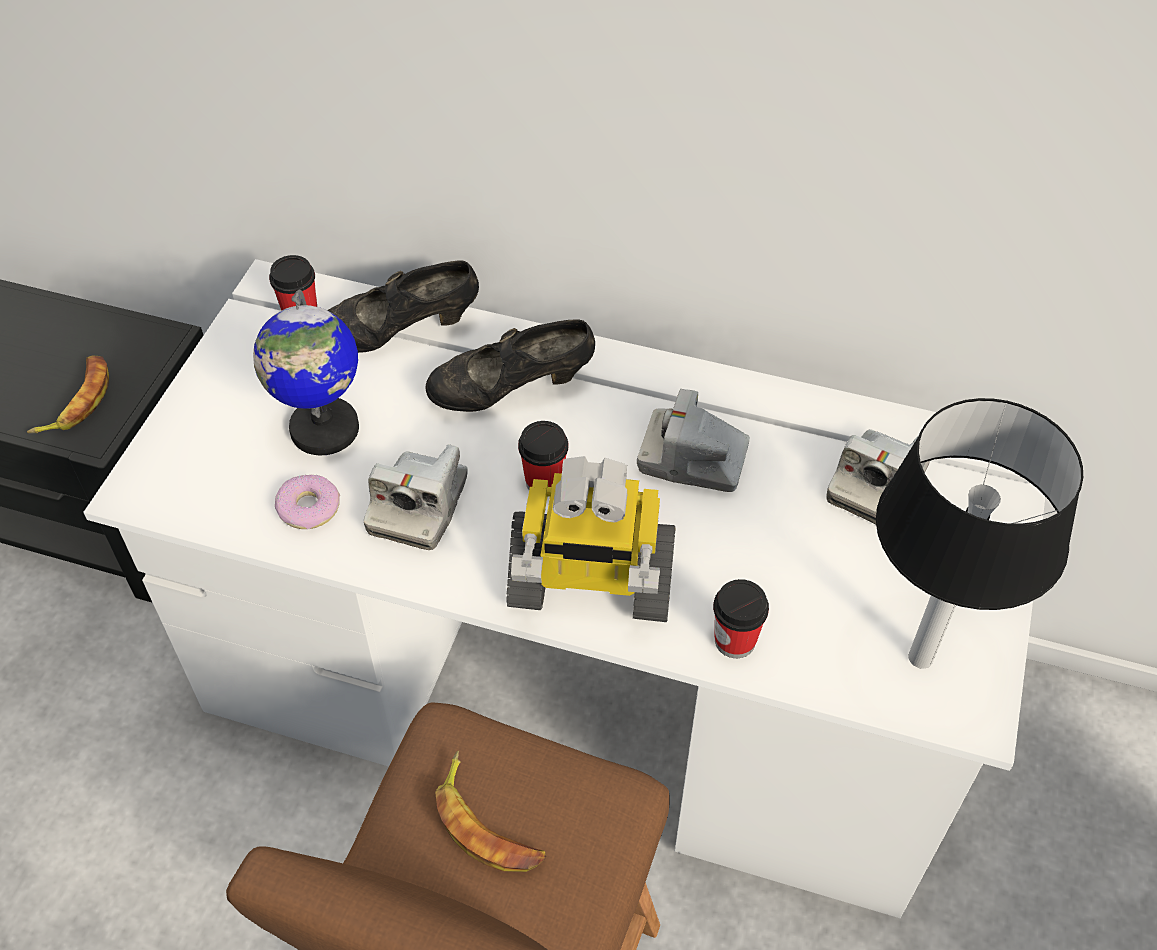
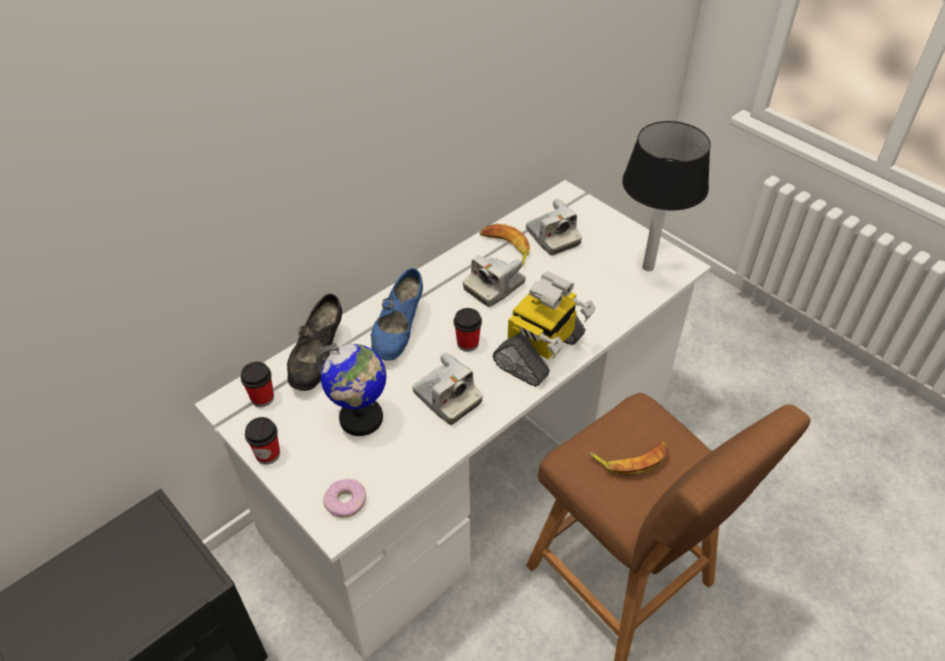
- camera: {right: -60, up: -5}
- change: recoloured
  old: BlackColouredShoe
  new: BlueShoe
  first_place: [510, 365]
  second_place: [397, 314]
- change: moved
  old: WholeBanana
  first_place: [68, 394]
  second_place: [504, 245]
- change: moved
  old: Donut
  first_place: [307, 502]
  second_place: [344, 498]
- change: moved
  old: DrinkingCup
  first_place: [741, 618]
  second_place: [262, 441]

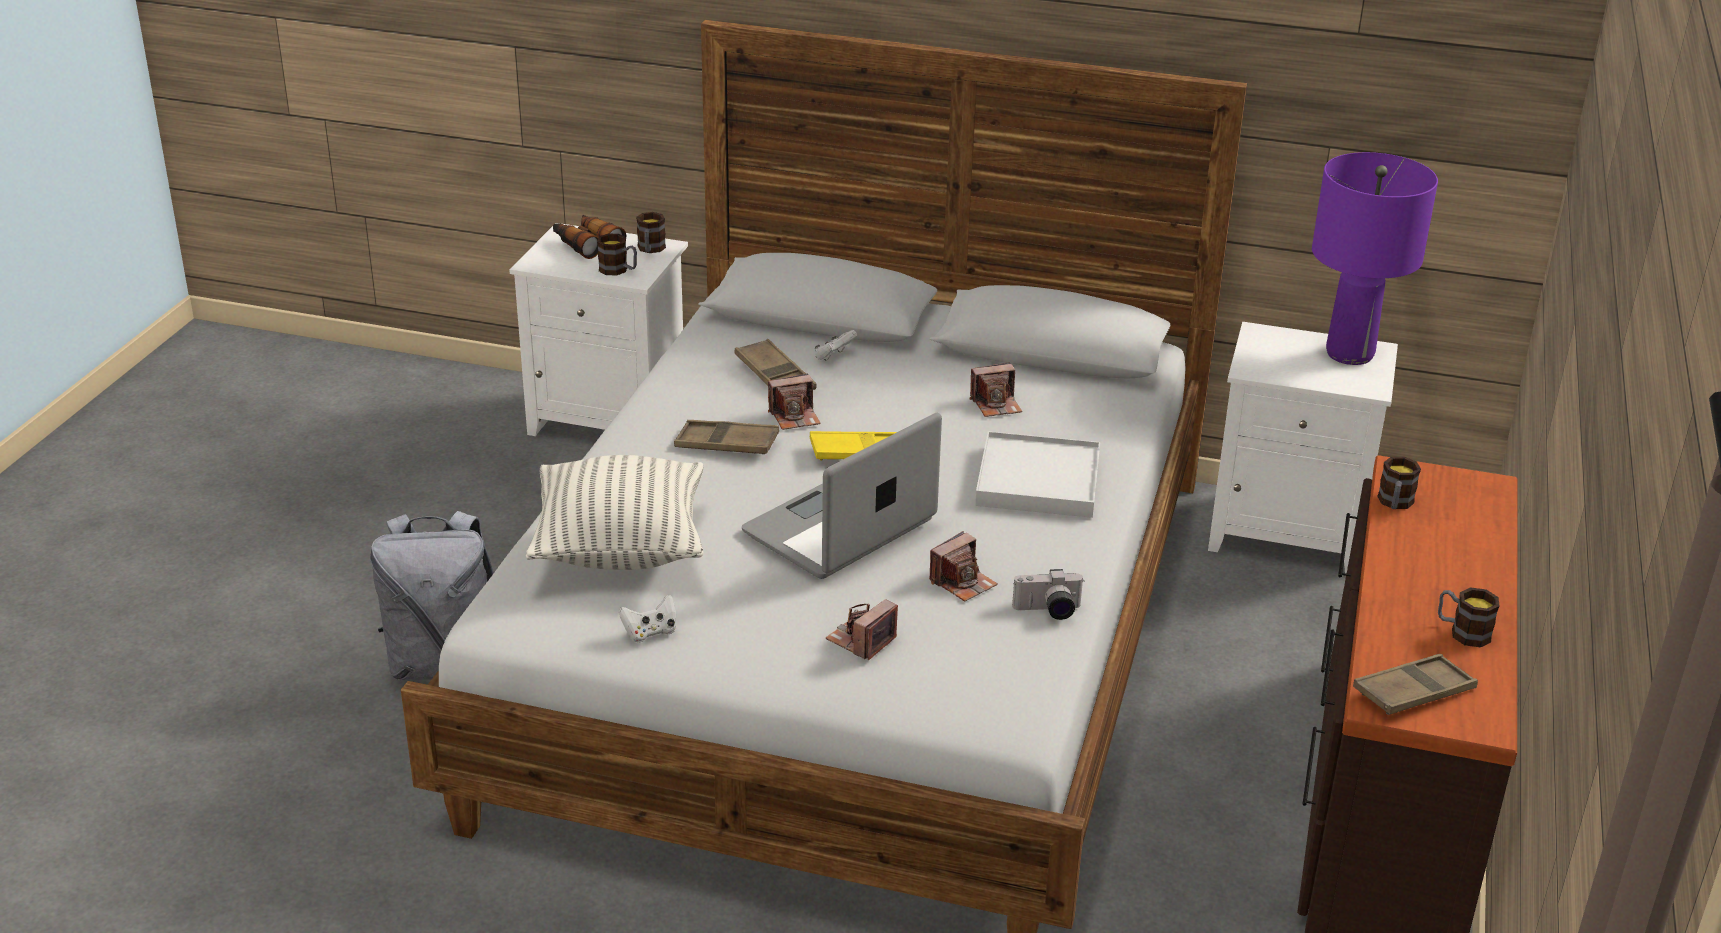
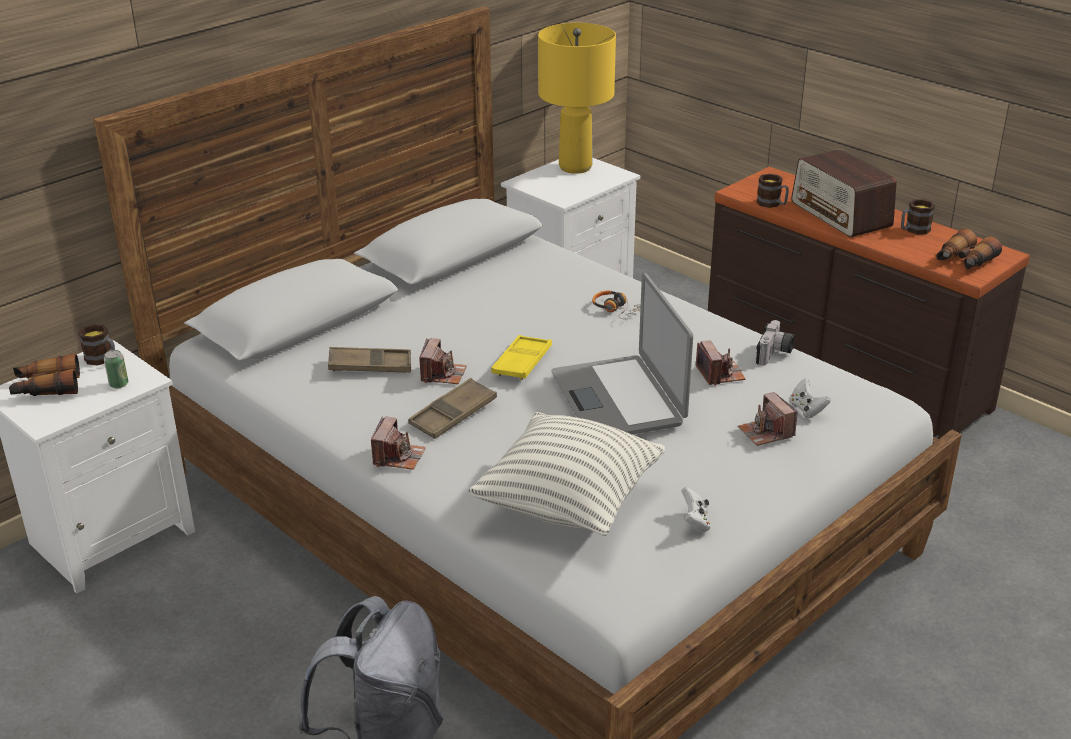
- camera: {right: -60, up: 0}
- change: recoloured
  old: PurpleTabletopLamp
  new: YellowColouredTabletopLamp
  first_place: [1375, 258]
  second_place: [577, 98]
- change: replaced
  old: CoffeeMug
  new: MetalCan
  first_place: [617, 254]
  second_place: [116, 369]
- change: moved
  old: WhiteColouredGameController
  first_place: [836, 345]
  second_place: [809, 398]
- change: moved
  old: PhotoCamera
  first_place: [996, 389]
  second_place: [398, 443]
- change: replaced
  old: WhiteColouredTray
  new: Headphones
  first_place: [1037, 474]
  second_place: [616, 304]
- change: replaced
  old: BrownColouredTray
  new: PairOfBinoculars
  first_place: [1415, 684]
  second_place: [969, 249]
- change: added
  new: Radio
  second_place: [843, 193]

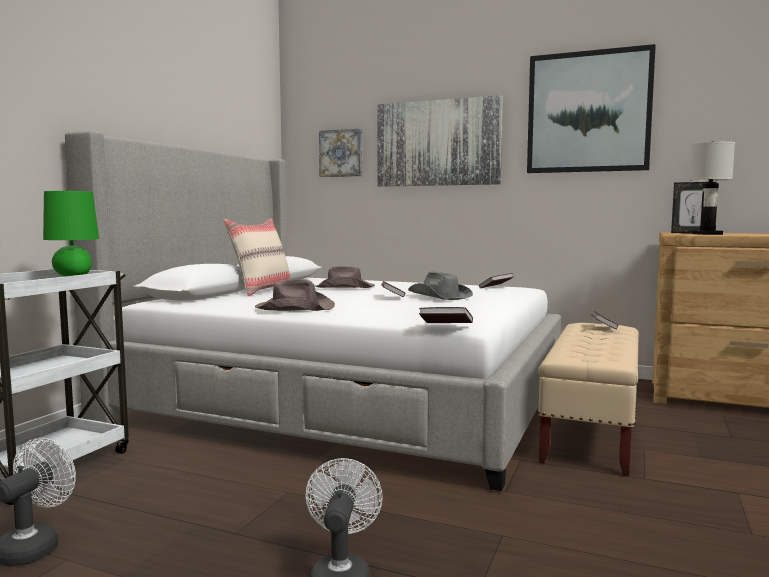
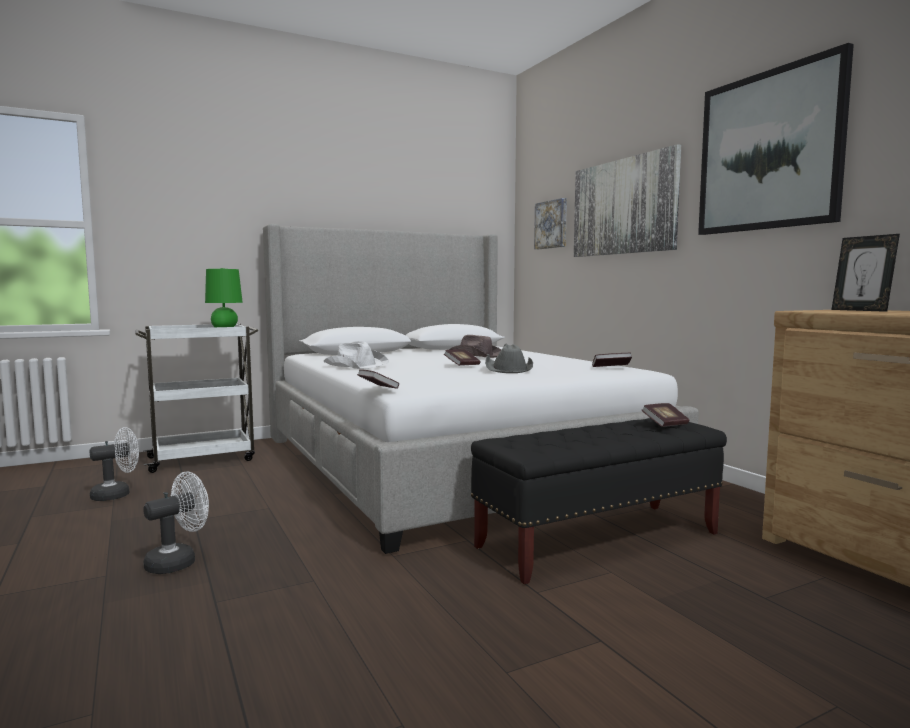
- camera: {right: 40, up: 0}
- change: removed
  old: WhiteColouredTabletopLamp
  first_place: [712, 188]
- change: removed
  old: BeigePillow
  first_place: [257, 257]
- change: recoloured
  old: BrownColouredWearableHat
  new: WhiteColouredWearableHat
  first_place: [295, 295]
  second_place: [356, 355]
- change: recoloured
  old: BeigeBench
  new: BlackColouredBench
  first_place: [588, 399]
  second_place: [599, 501]

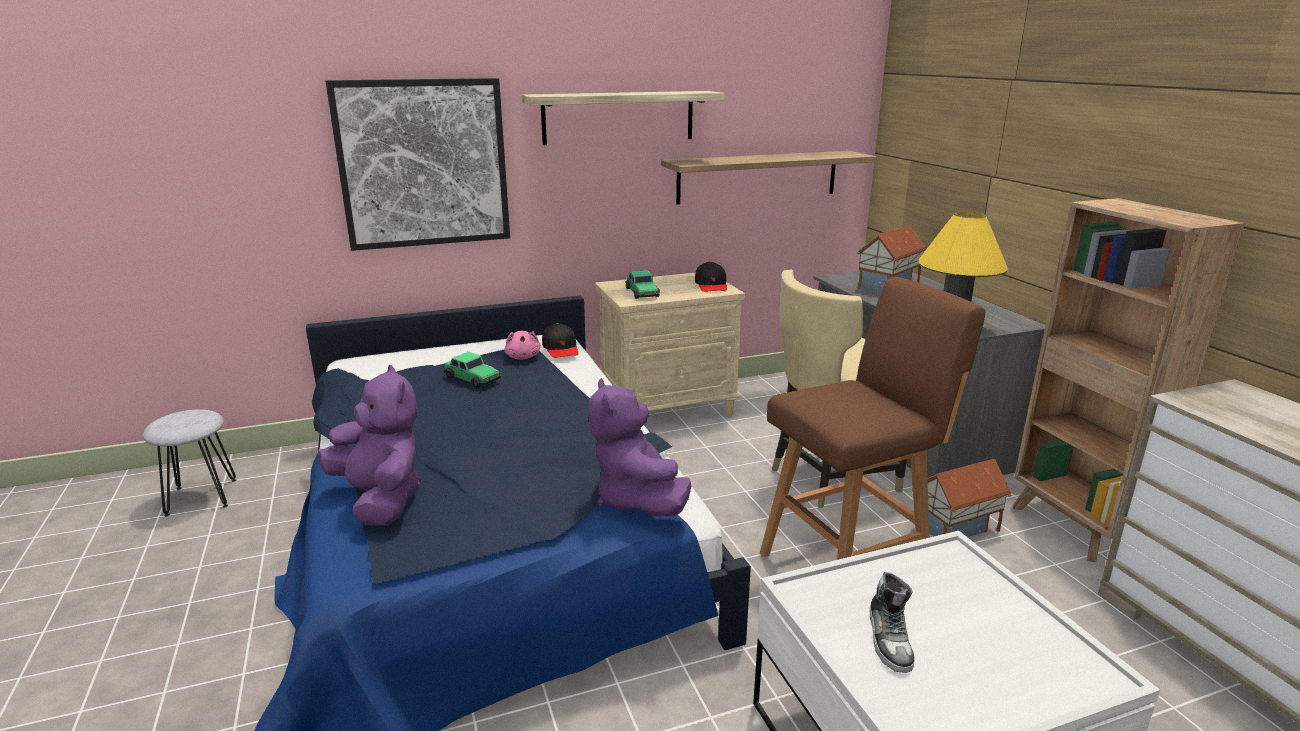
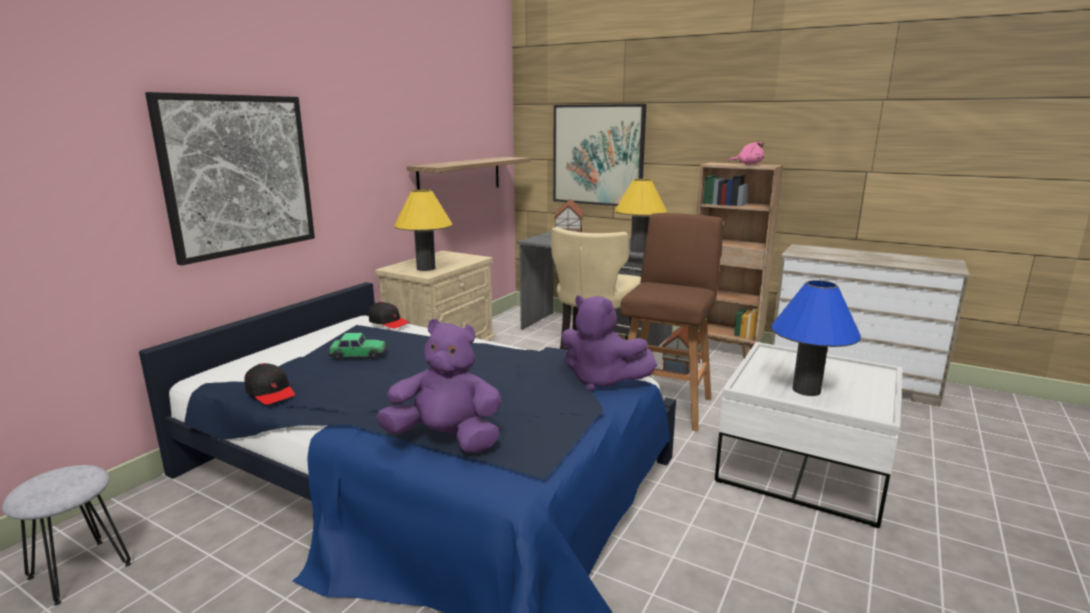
- camera: {right: -40, up: -5}
- change: removed
  old: WallShelf
  first_place: [623, 118]
- change: moved
  old: BlackColouredBaseballCap
  first_place: [711, 276]
  second_place: [269, 384]
- change: replaced
  old: ToyCar
  new: YellowColouredTabletopLamp
  first_place: [642, 284]
  second_place: [423, 230]
- change: moved
  old: PinkishPlushToy
  first_place: [522, 345]
  second_place: [746, 153]
- change: replaced
  old: Shoe
  new: BlueTabletopLamp
  first_place: [892, 622]
  second_place: [816, 338]
- change: added
  new: WallArt
  second_place: [600, 155]

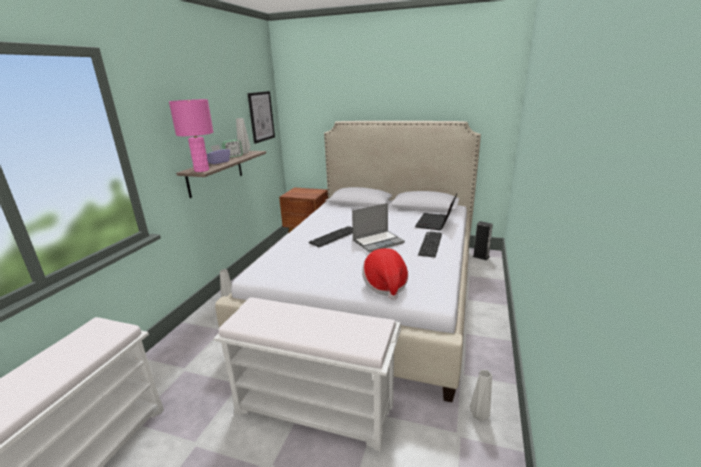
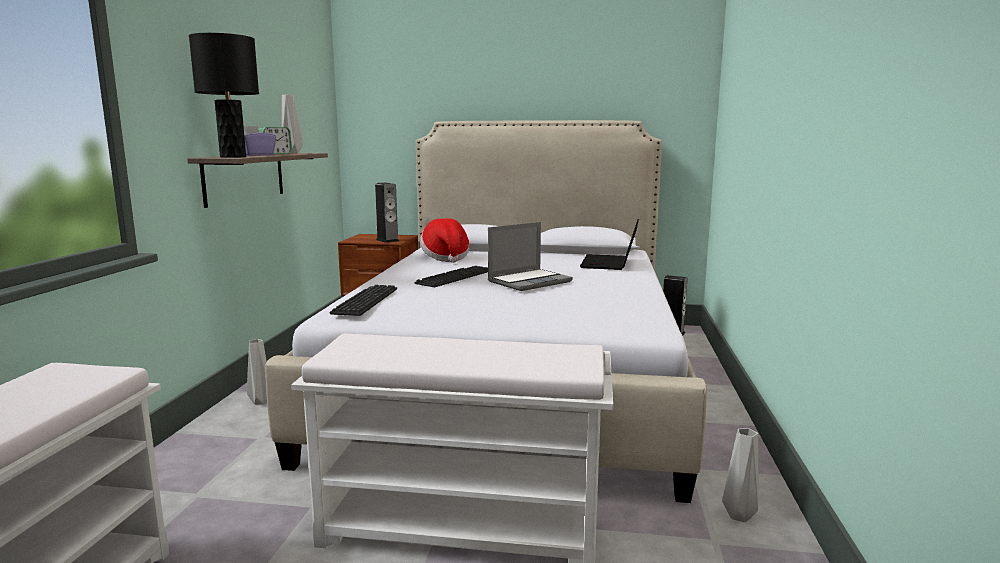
- camera: {right: -10, up: -10}
- change: removed
  old: WallArt
  first_place: [261, 117]
- change: recoloured
  old: PinkishTabletopLamp
  new: BlackColouredTabletopLamp
  first_place: [191, 135]
  second_place: [224, 95]
- change: moved
  old: ComputerKeyboard
  first_place: [430, 244]
  second_place: [363, 300]
- change: moved
  old: WearableHat
  first_place: [385, 274]
  second_place: [445, 240]
- change: added
  new: Loudspeaker
  second_place: [387, 213]

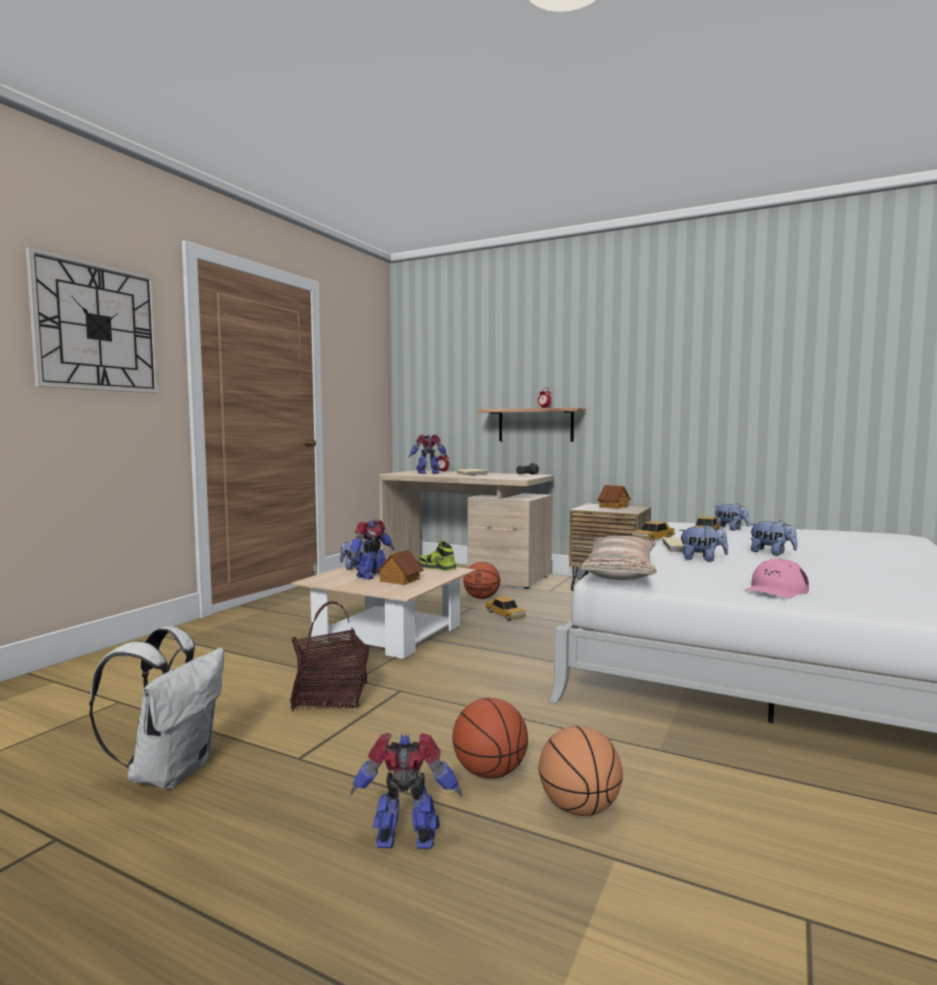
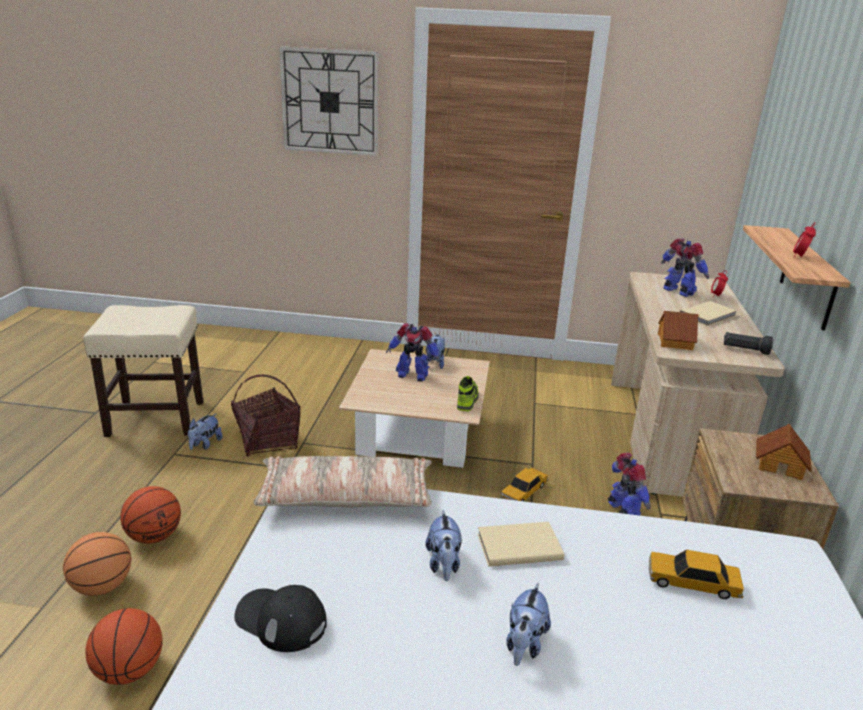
- camera: {right: 70, up: 20}
- change: moved
  old: PlushToy
  first_place: [732, 517]
  second_place: [205, 431]
- change: removed
  old: ToyCar
  first_place: [653, 531]
- change: moved
  old: MiniatureHouse
  first_place: [400, 567]
  second_place: [678, 330]
- change: recoloured
  old: PinkishBaseballCap
  new: BlackColouredBaseballCap
  first_place: [777, 578]
  second_place: [281, 618]
- change: moved
  old: Basketball
  first_place: [481, 580]
  second_place: [124, 646]
- change: replaced
  old: WhiteColouredRucksack
  new: BeigeSittingStool
  first_place: [156, 707]
  second_place: [143, 371]
- change: moved
  old: ModelRobot
  first_place: [406, 791]
  second_place: [629, 484]

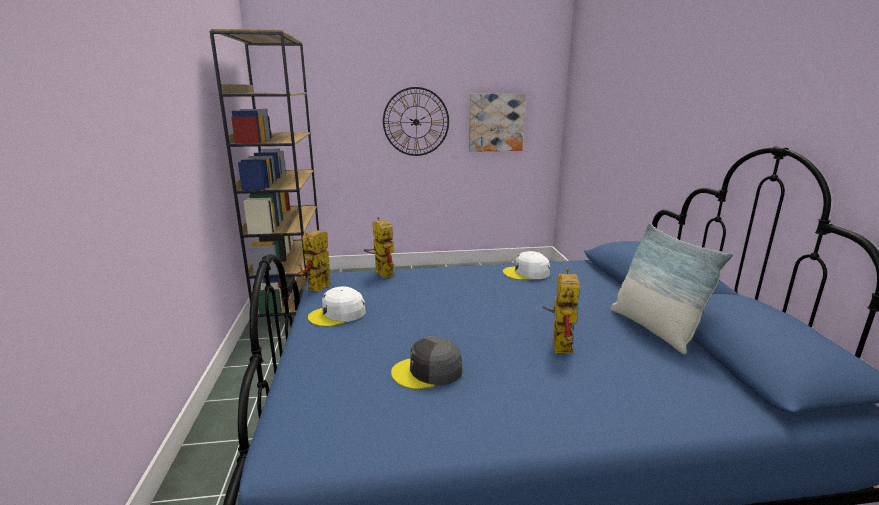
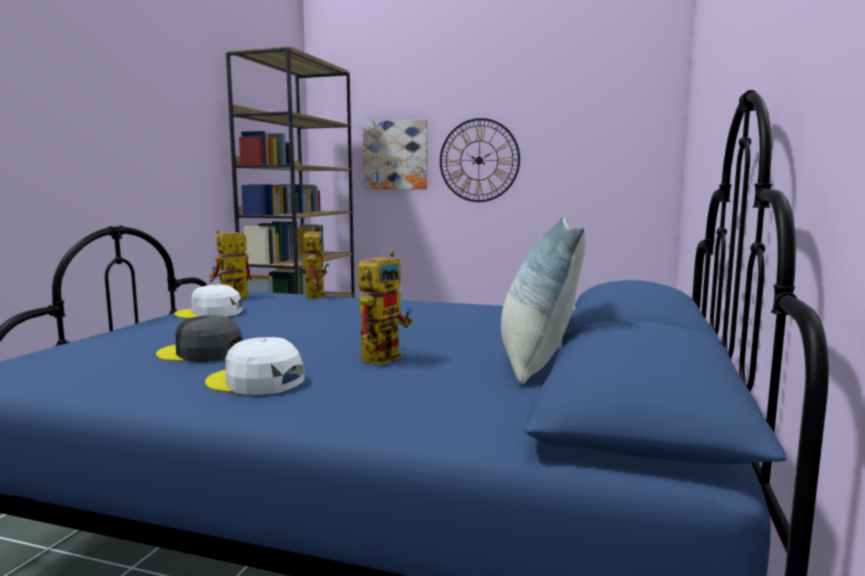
- camera: {right: 25, up: -10}
- change: moved
  old: WallArt
  first_place: [497, 123]
  second_place: [395, 154]
- change: moved
  old: WhiteColouredBaseballCap
  first_place: [526, 265]
  second_place: [255, 366]

